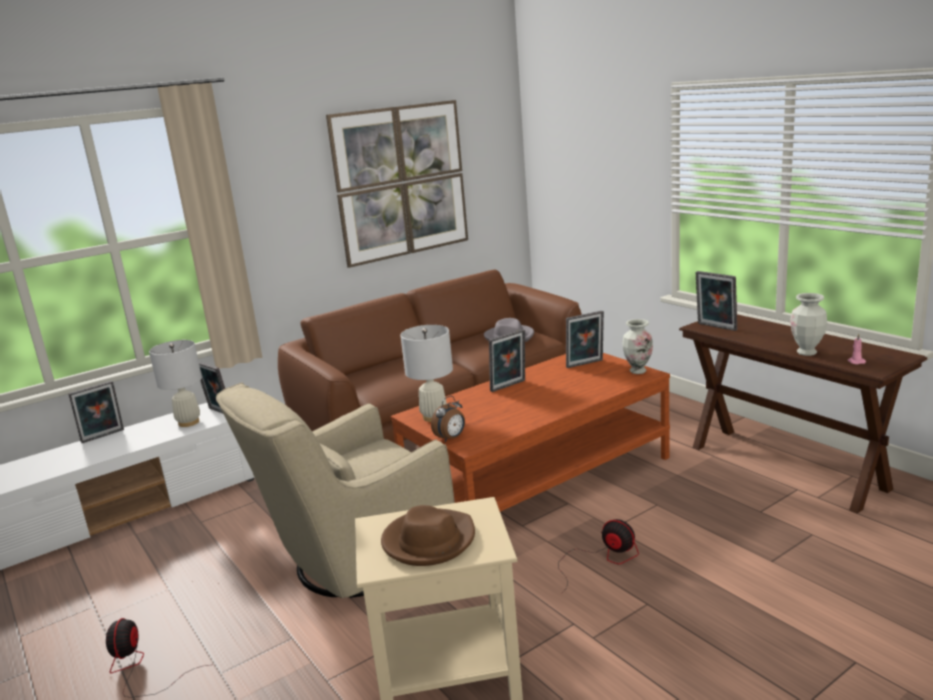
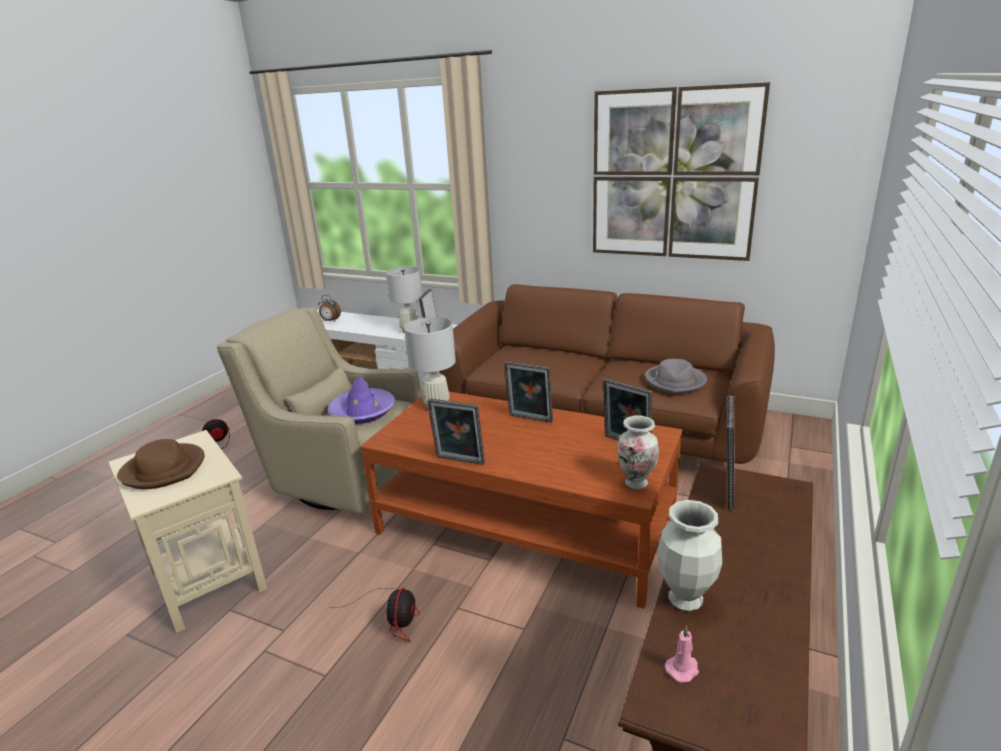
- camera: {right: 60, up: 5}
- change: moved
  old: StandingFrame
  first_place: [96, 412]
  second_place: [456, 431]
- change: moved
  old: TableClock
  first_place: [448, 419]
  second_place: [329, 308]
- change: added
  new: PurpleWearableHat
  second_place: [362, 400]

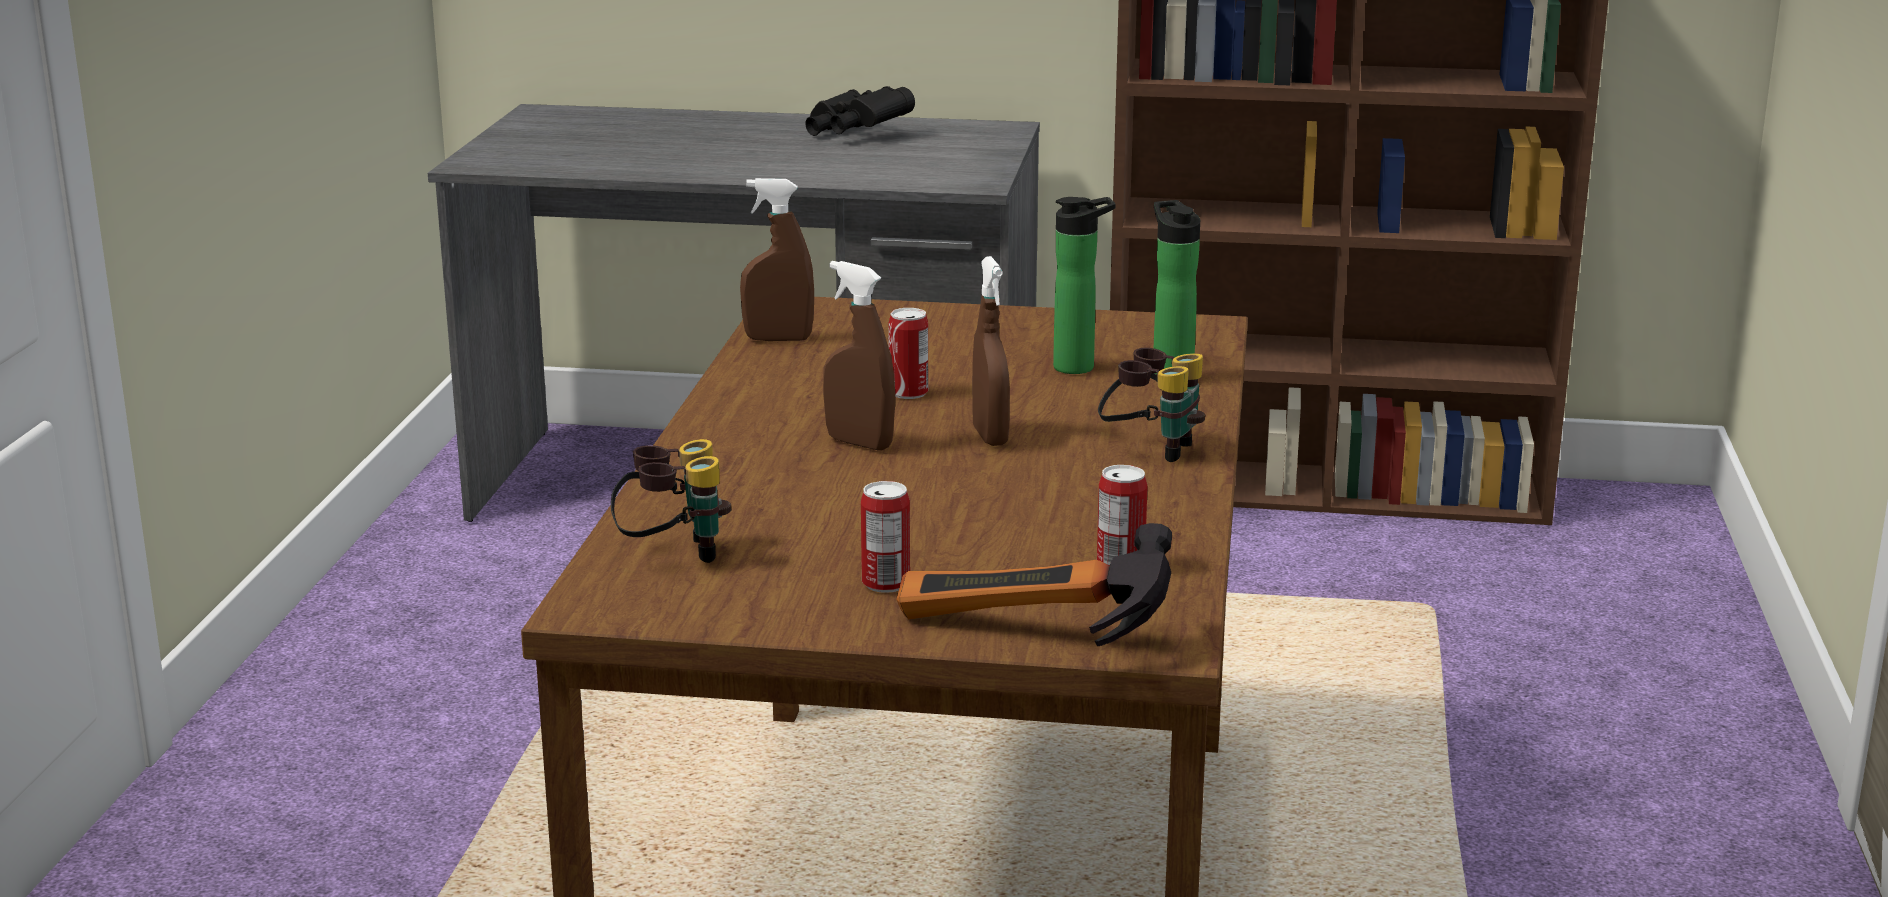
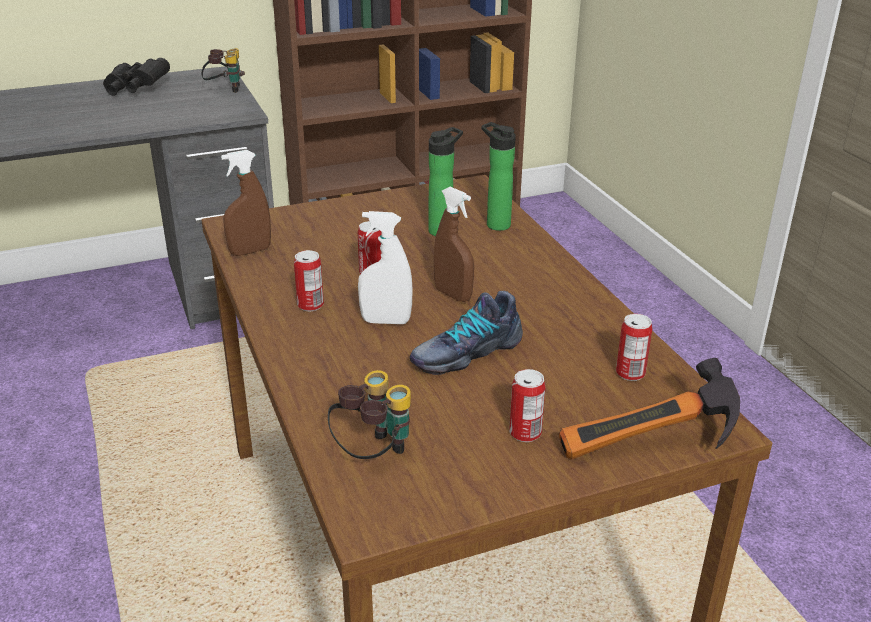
- camera: {right: -30, up: 10}
- change: recoloured
  old: BrownColouredSprayer
  new: WhiteColouredSprayer
  first_place: [859, 356]
  second_place: [385, 267]
- change: moved
  old: PairOfBinoculars
  first_place: [1151, 405]
  second_place: [223, 70]
- change: added
  new: MetalCan
  second_place: [309, 280]
- change: added
  new: Shoe
  second_place: [466, 333]

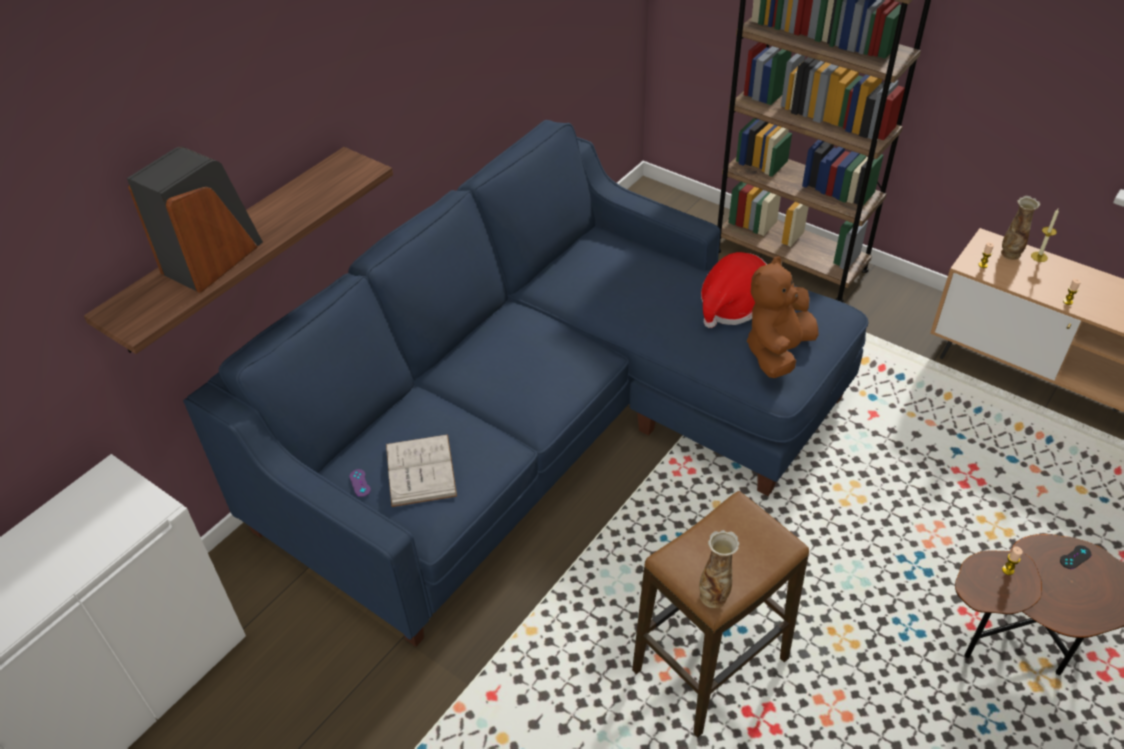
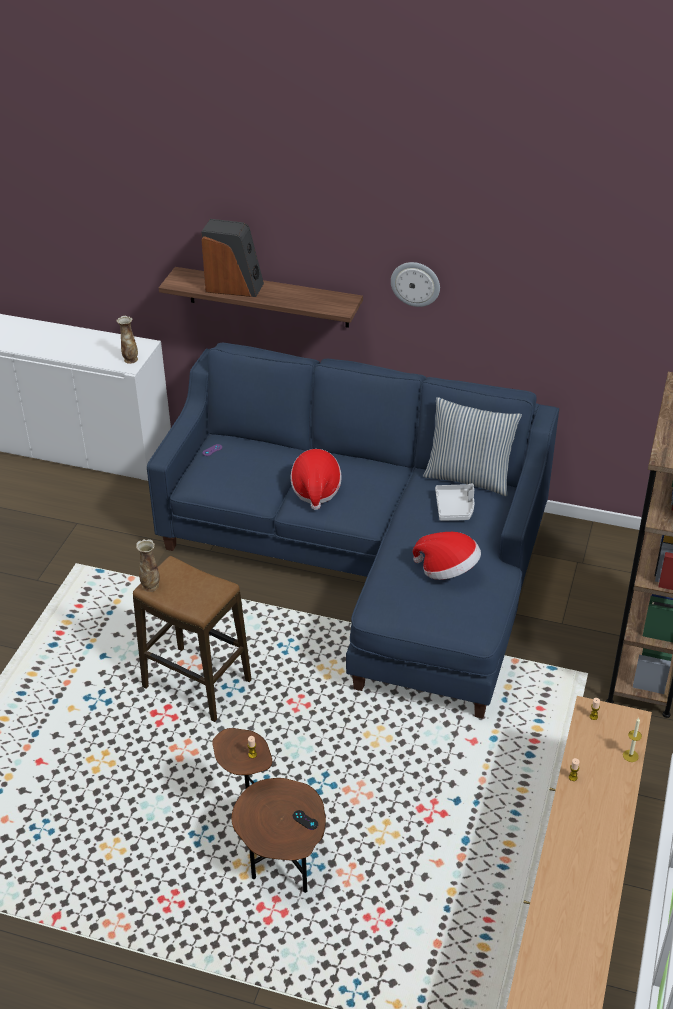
- camera: {right: 70, up: -5}
- change: moved
  old: FlowerVase
  first_place: [1020, 228]
  second_place: [127, 340]
- change: removed
  old: BrownColouredPlushToy
  first_place: [783, 317]
- change: removed
  old: WhiteColouredBook
  first_place: [421, 471]
- change: added
  new: ClockOnTheWall
  second_place: [415, 284]
- change: added
  new: Pillow
  second_place: [472, 446]
- change: added
  new: WearableHat
  second_place: [316, 479]
- change: added
  new: GreyishTray
  second_place: [454, 502]

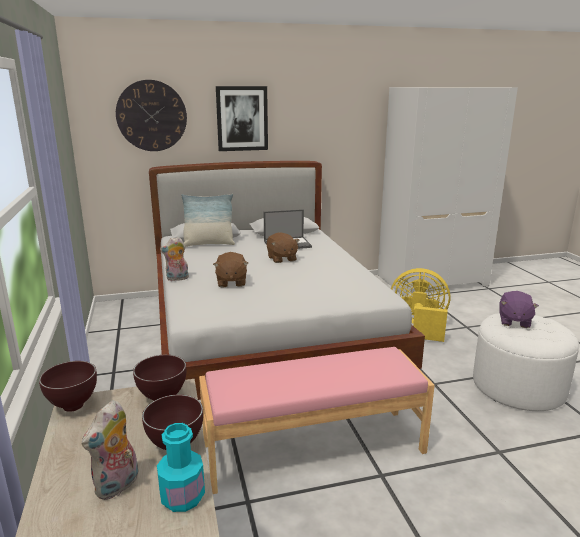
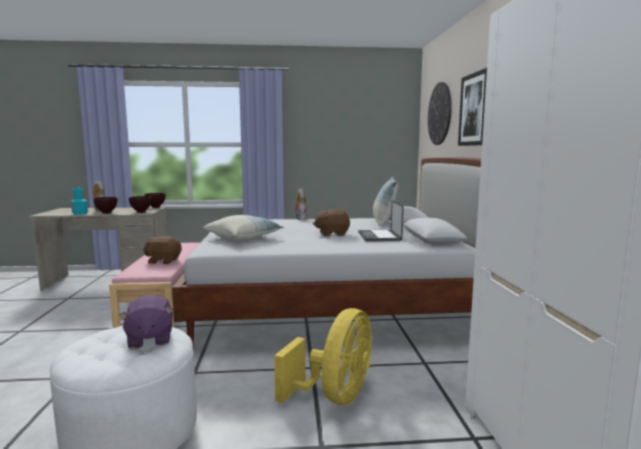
- camera: {right: 100, up: -10}
- change: moved
  old: BrownColouredPlushToy
  first_place: [230, 270]
  second_place: [162, 250]
- change: turned
  old: PurplePlushToy
  first_place: [519, 309]
  second_place: [146, 322]
  degrees: -135
- change: added
  new: Pillow
  second_place: [243, 228]

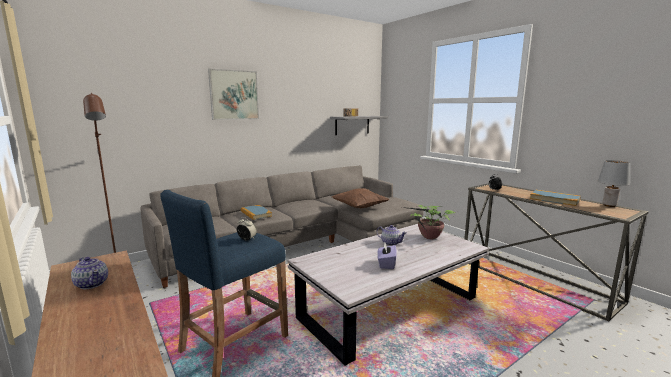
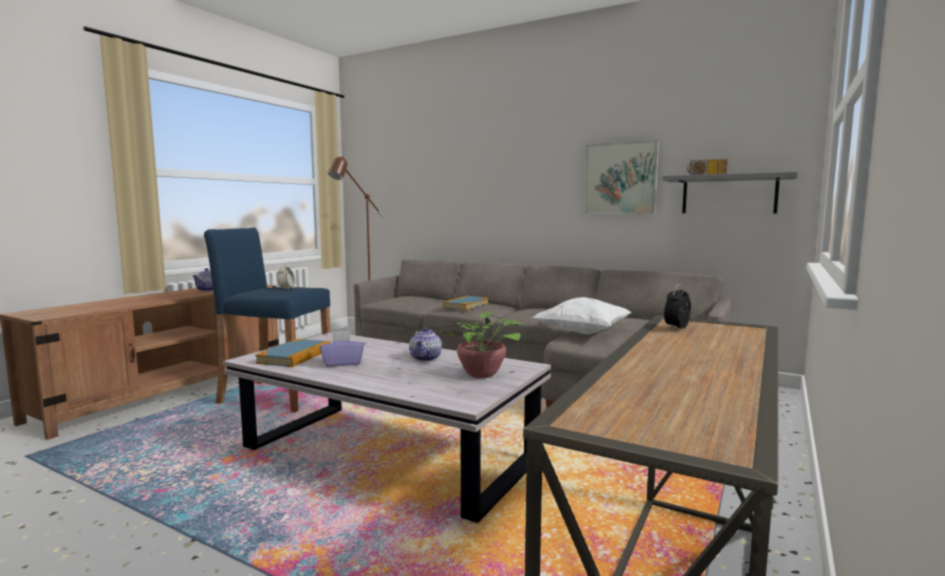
- camera: {right: 65, up: -5}
- change: moved
  old: WallArt
  first_place: [233, 94]
  second_place: [621, 177]
- change: removed
  old: GreyishTabletopLamp
  first_place: [614, 183]
- change: recoloured
  old: BrownColouredPillow
  new: WhiteColouredPillow
  first_place: [361, 198]
  second_place: [582, 315]
- change: moved
  old: Book
  first_place: [555, 198]
  second_place: [293, 353]

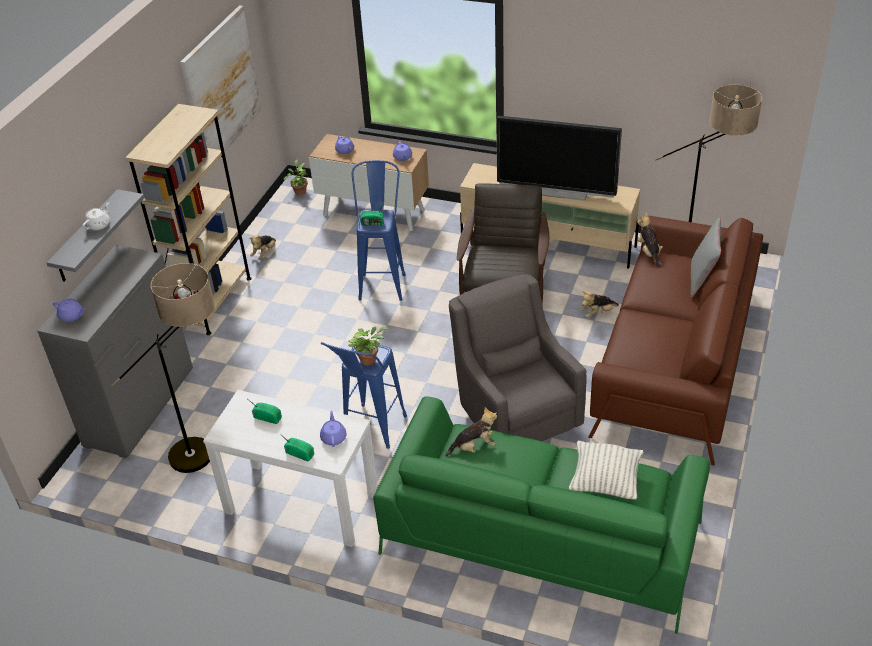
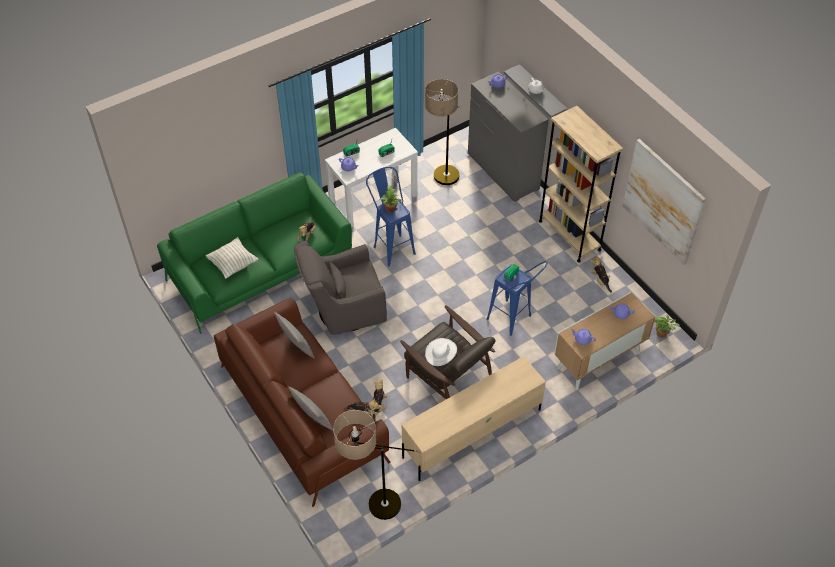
- camera: {right: 125, up: 10}
- change: removed
  old: Television
  first_place: [559, 158]
- change: turned
  old: GreyishLoungeChair
  first_place: [518, 357]
  second_place: [340, 287]
  degrees: 150
- change: added
  new: GreyishPillow
  second_place: [294, 335]
- change: added
  new: WhiteColouredWearableHat
  second_place: [441, 352]

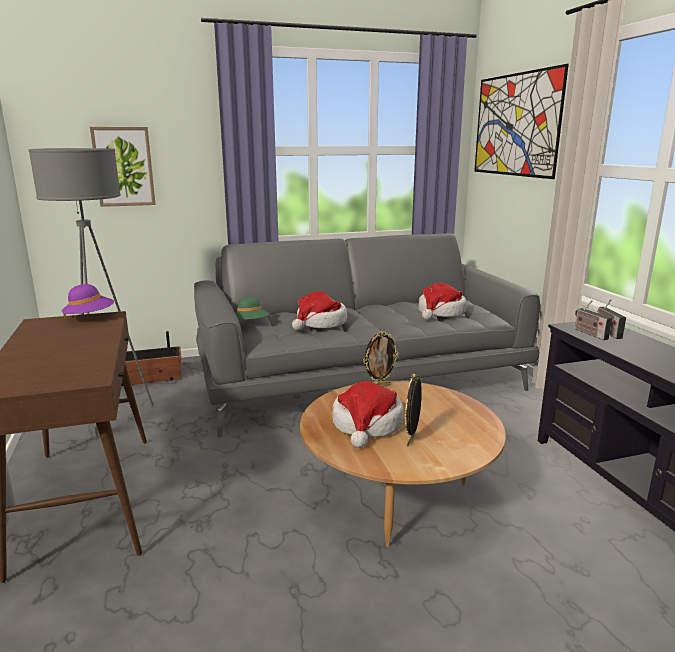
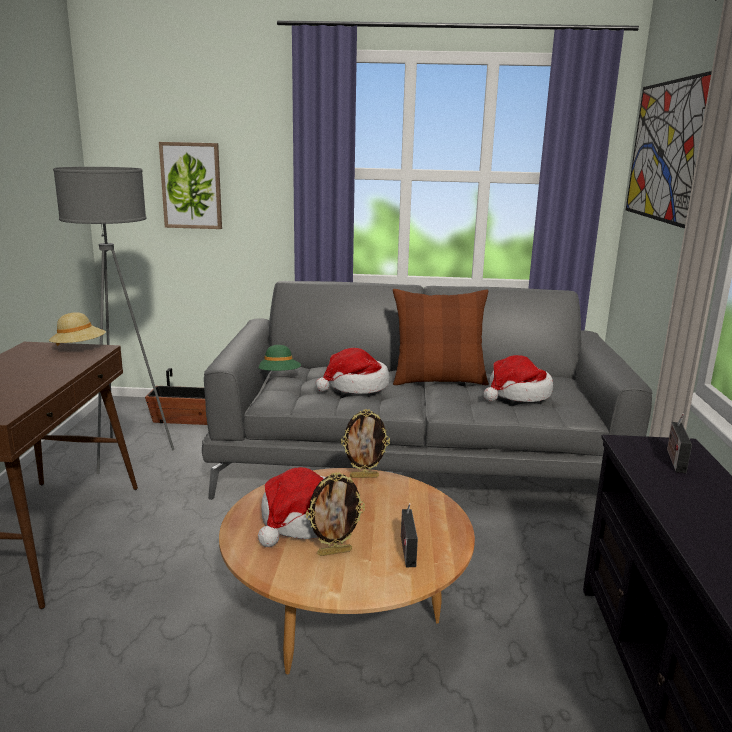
- camera: {right: 20, up: 0}
- change: recoloured
  old: PurpleWearableHat
  new: BeigeWearableHat
  first_place: [87, 301]
  second_place: [77, 329]
- change: moved
  old: Radio
  first_place: [593, 320]
  second_place: [409, 535]
- change: turned
  old: StandingFrame
  first_place: [413, 409]
  second_place: [335, 514]
  degrees: -150
- change: added
  new: BrownColouredPillow
  second_place: [441, 337]

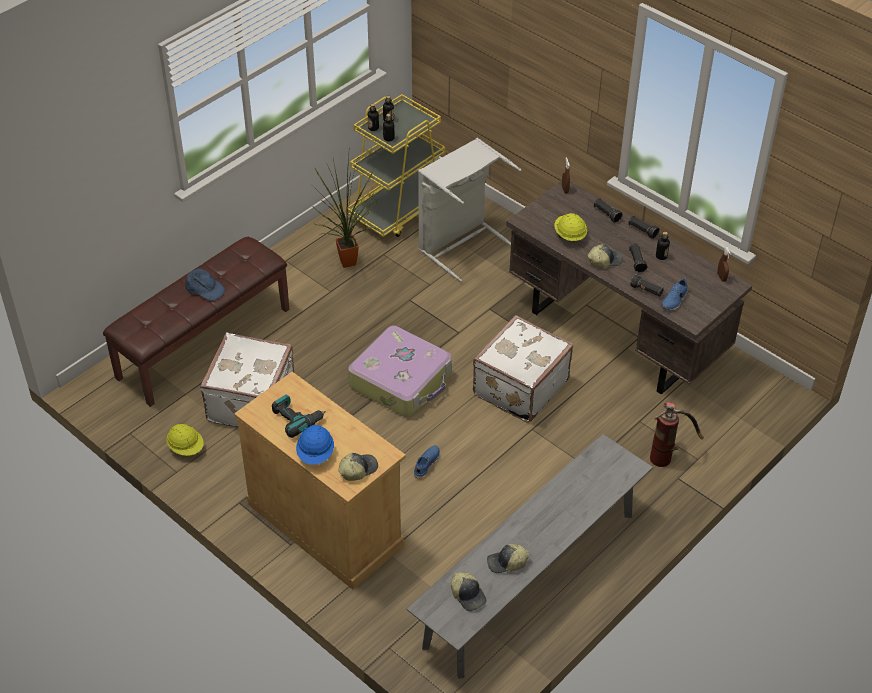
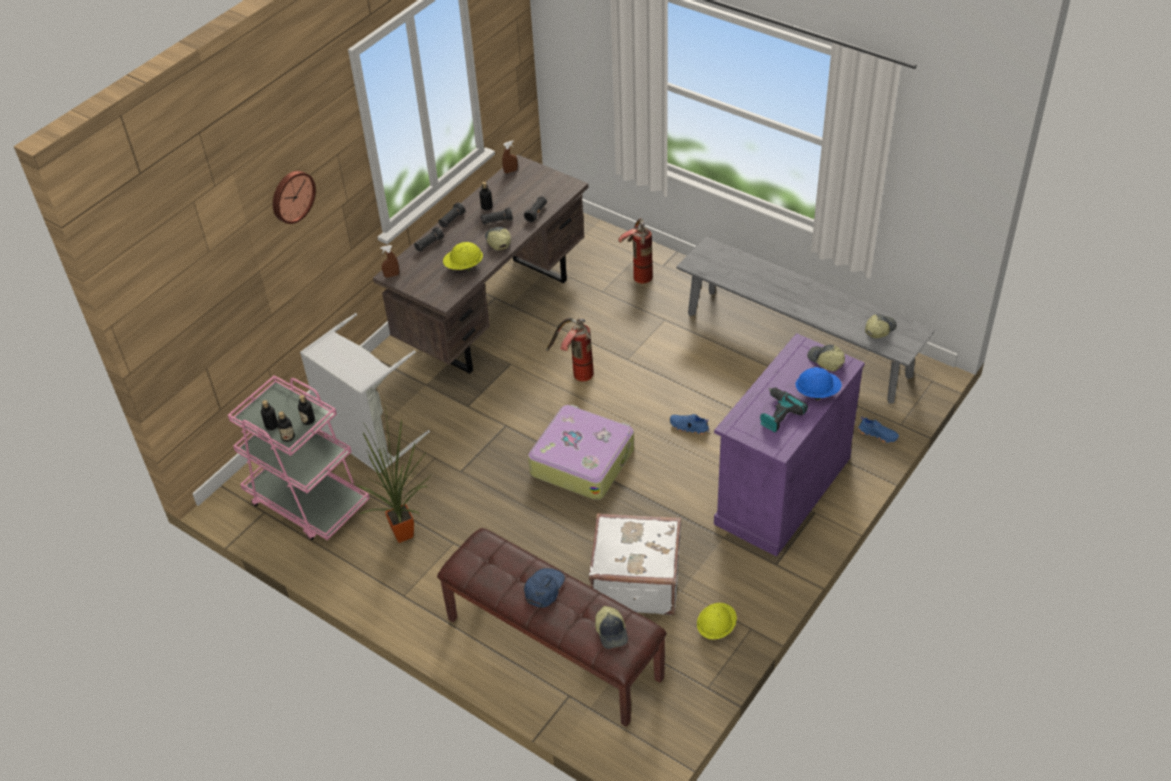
- camera: {right: -95, up: 0}
- change: recoloured
  old: YellowColouredWheeledCart
  new: PinkishWheeledCart
  first_place: [395, 165]
  second_place: [299, 457]
- change: moved
  old: BlueShoe
  first_place: [674, 294]
  second_place: [878, 429]
- change: replaced
  old: WhiteColouredTravelCase
  new: FireExtinguisher
  first_place: [523, 369]
  second_place: [570, 349]
- change: recoloured
  old: BeigeCabinet
  new: PurpleCabinet
  first_place: [320, 481]
  second_place: [789, 445]
- change: moved
  old: BaseballCap
  first_place: [508, 558]
  second_place: [611, 627]
- change: added
  new: ClockOnTheWall
  second_place: [294, 197]

